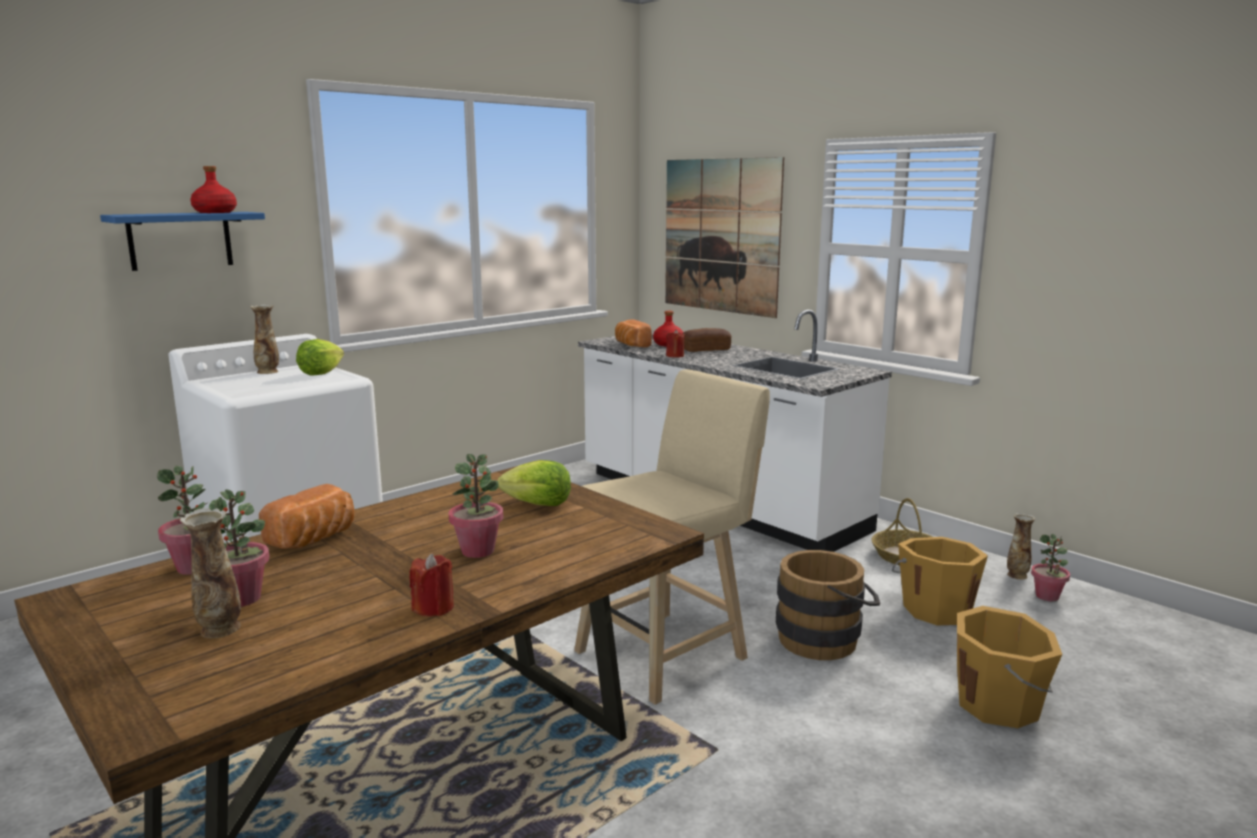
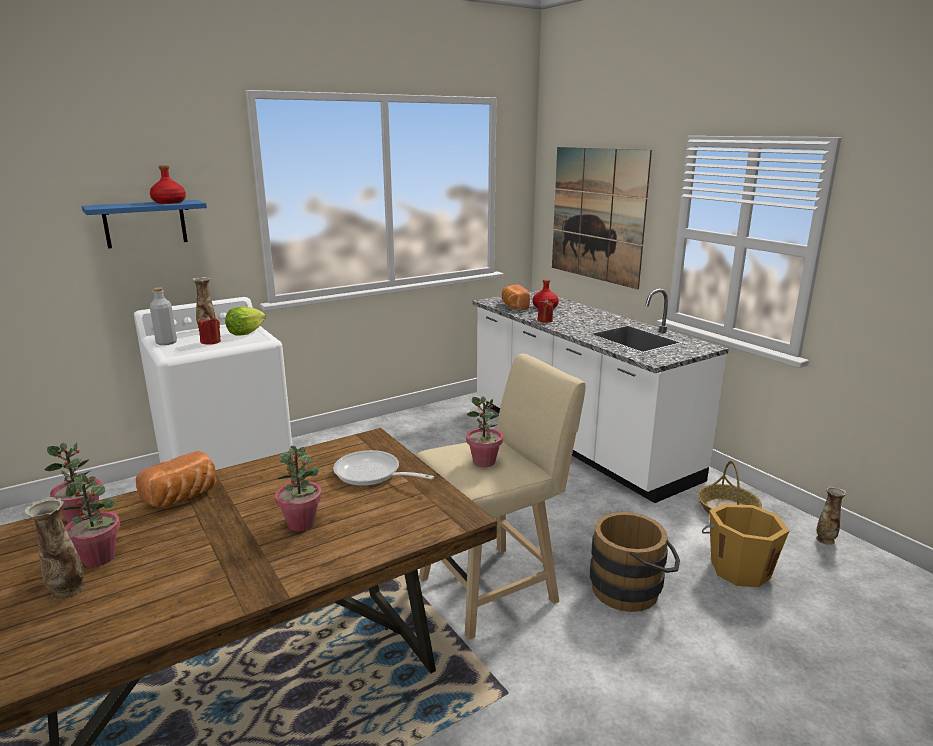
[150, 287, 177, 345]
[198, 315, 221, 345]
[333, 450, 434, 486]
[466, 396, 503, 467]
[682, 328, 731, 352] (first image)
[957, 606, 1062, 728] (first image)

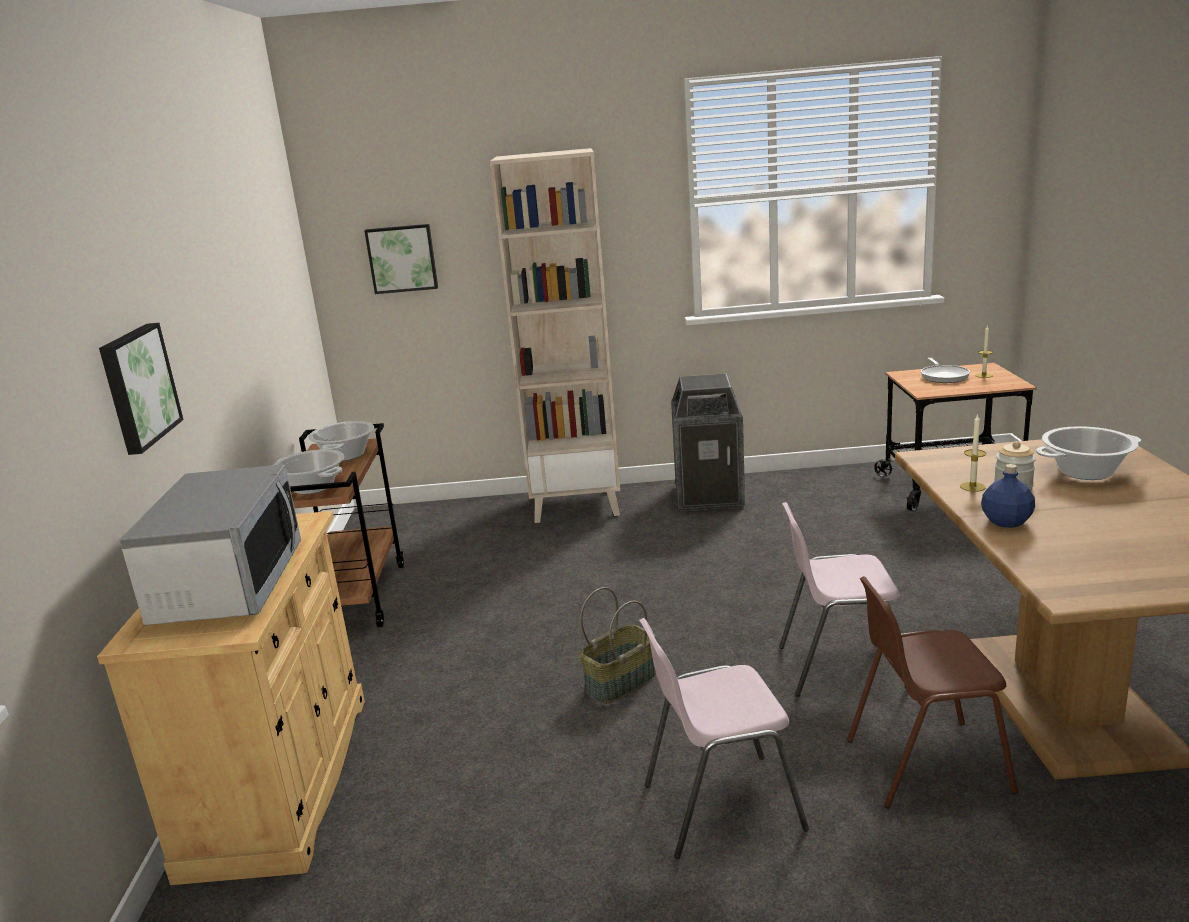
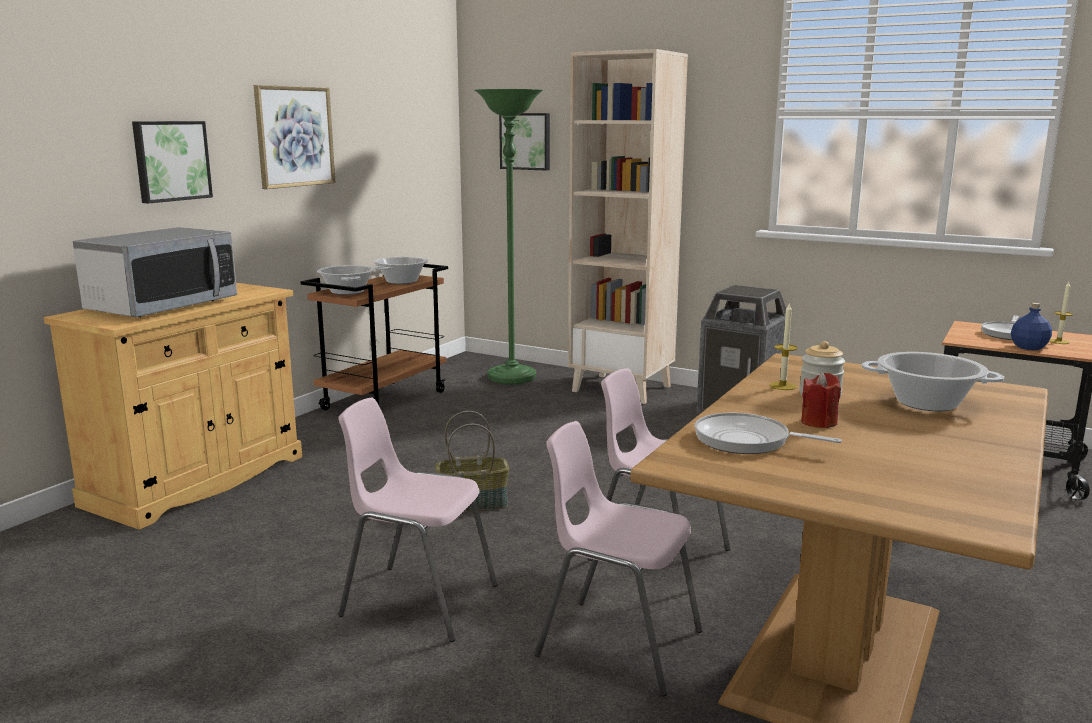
[254, 85, 336, 189]
[474, 89, 543, 385]
[535, 421, 702, 697]
[695, 413, 842, 454]
[801, 372, 841, 428]
[1011, 303, 1052, 350]

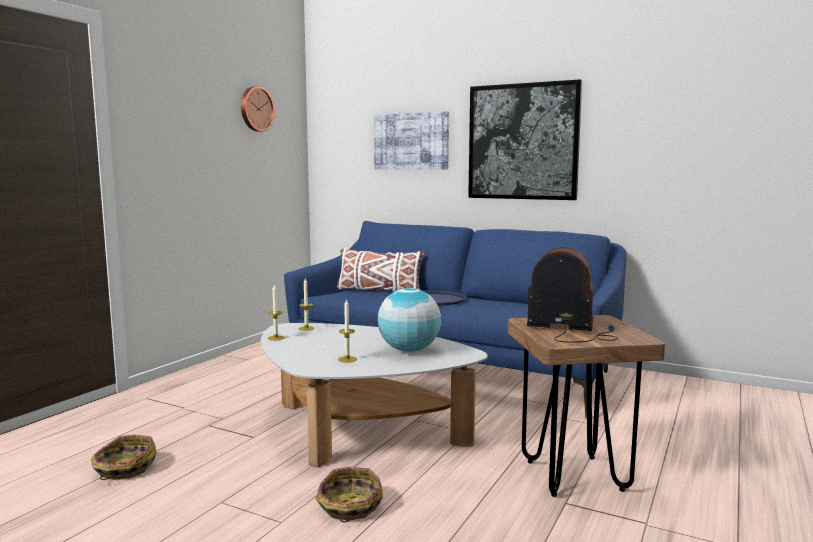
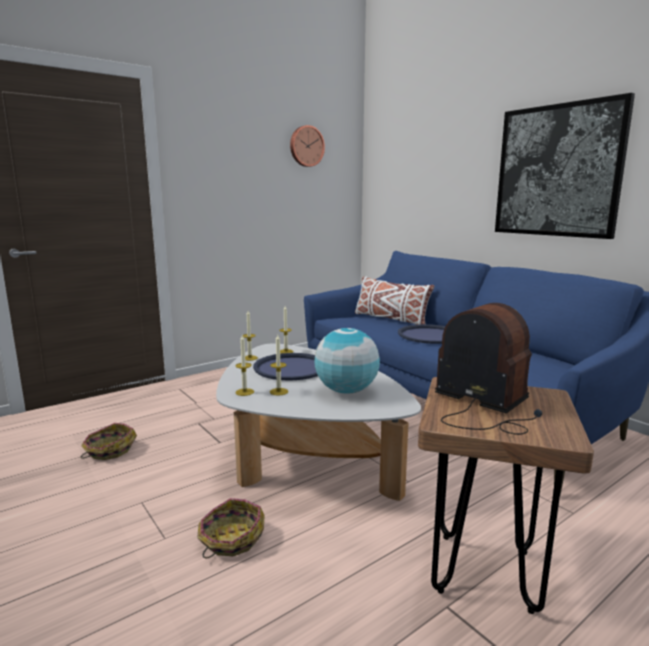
[235, 335, 254, 396]
[253, 353, 318, 380]
[374, 111, 449, 170] (first image)

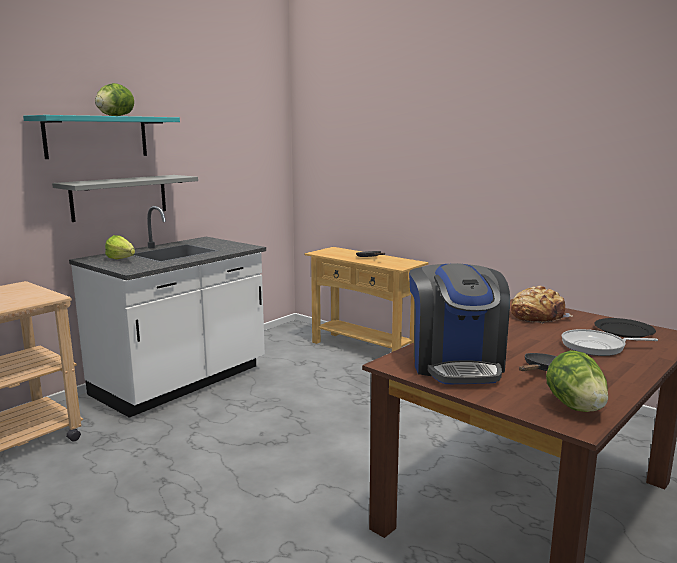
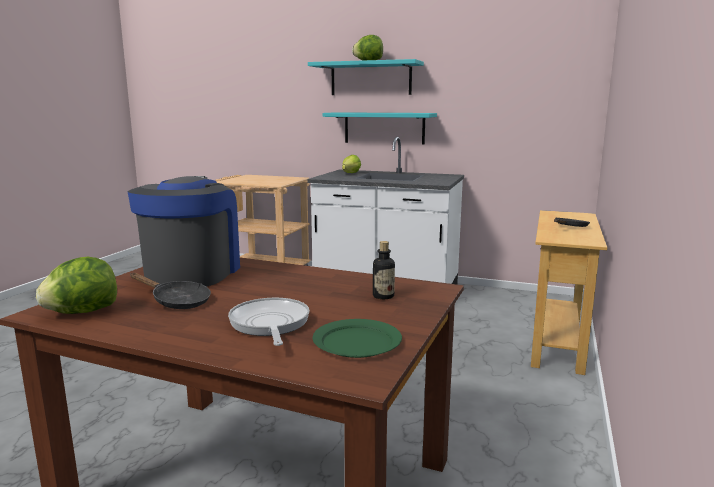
[127, 176, 240, 287]
[313, 319, 402, 358]
[322, 112, 437, 145]
[373, 241, 395, 299]

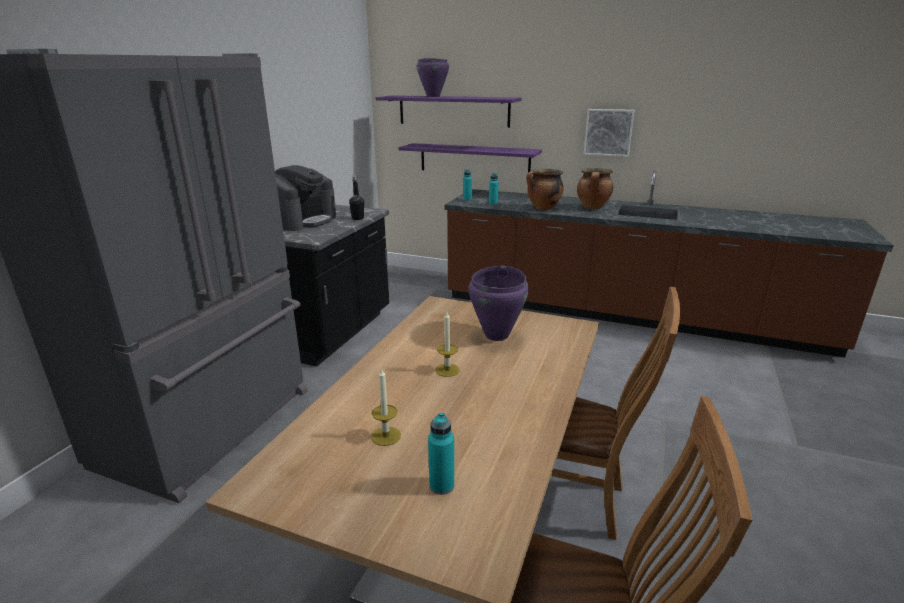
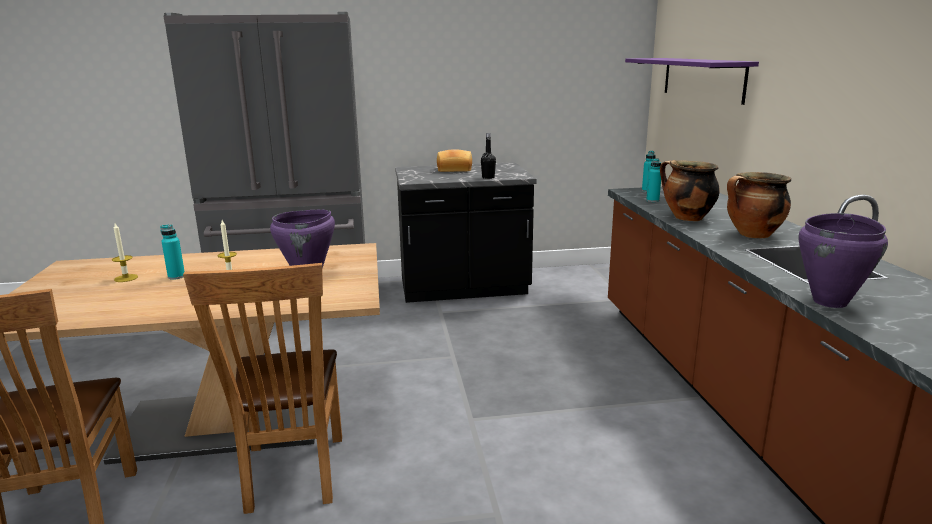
[160, 224, 185, 280]
[437, 149, 472, 172]
[799, 213, 888, 308]
[398, 143, 542, 173] (first image)
[584, 109, 635, 157] (first image)

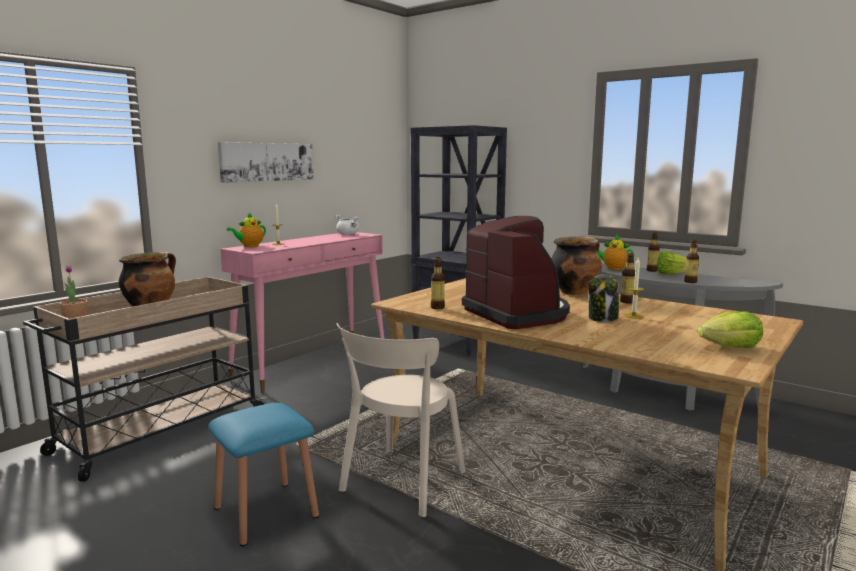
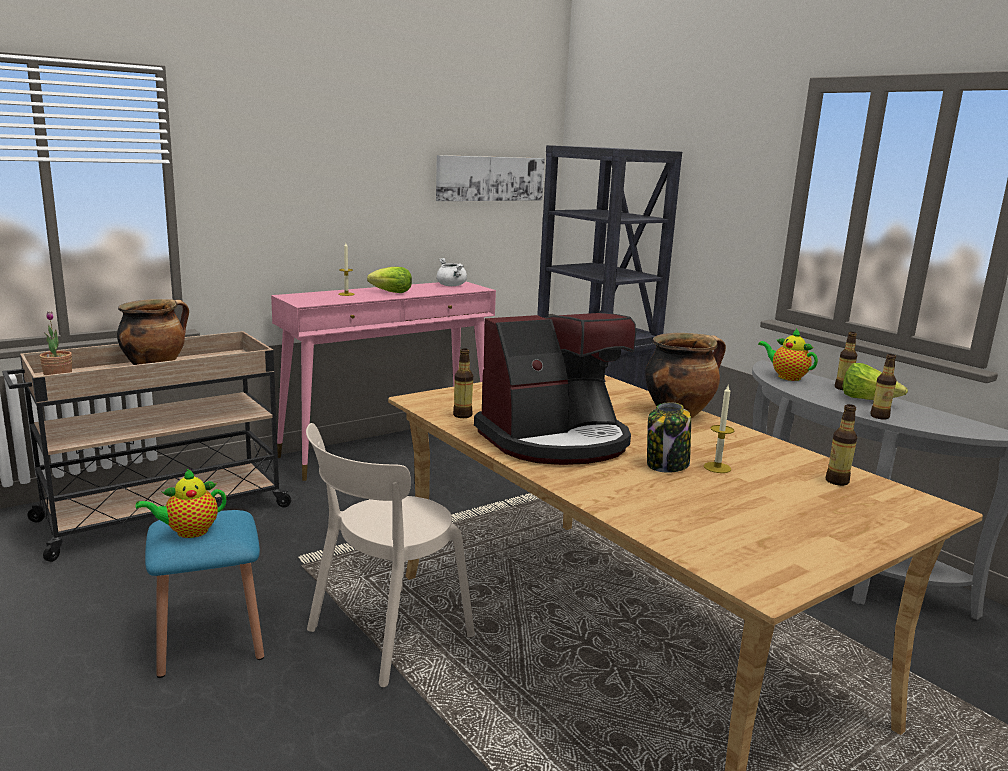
[136, 468, 227, 538]
[367, 267, 412, 293]
[436, 155, 545, 201]
[474, 313, 636, 465]
[826, 404, 857, 486]

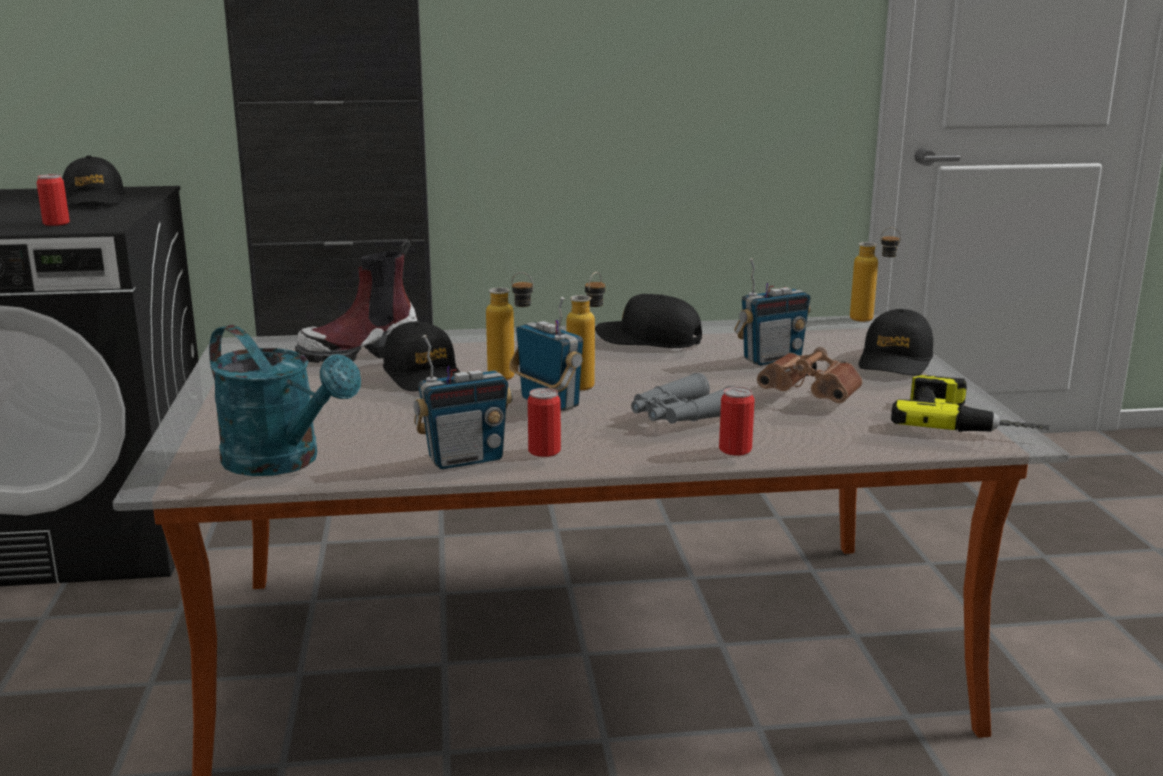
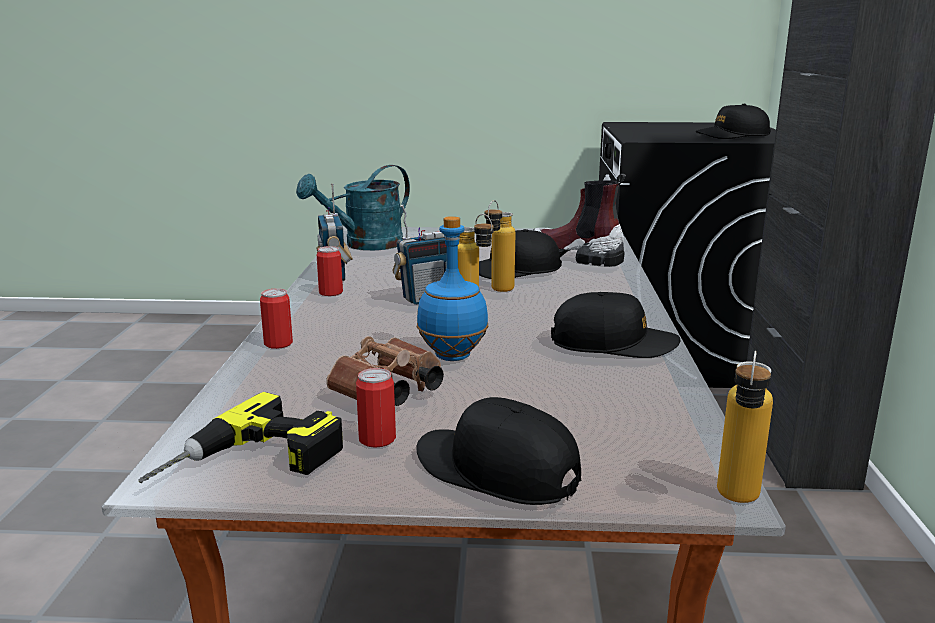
[356, 368, 396, 448]
[417, 216, 489, 361]
[534, 174, 626, 267]
[551, 292, 680, 358]
[631, 373, 735, 424] (first image)
[734, 258, 811, 366] (first image)

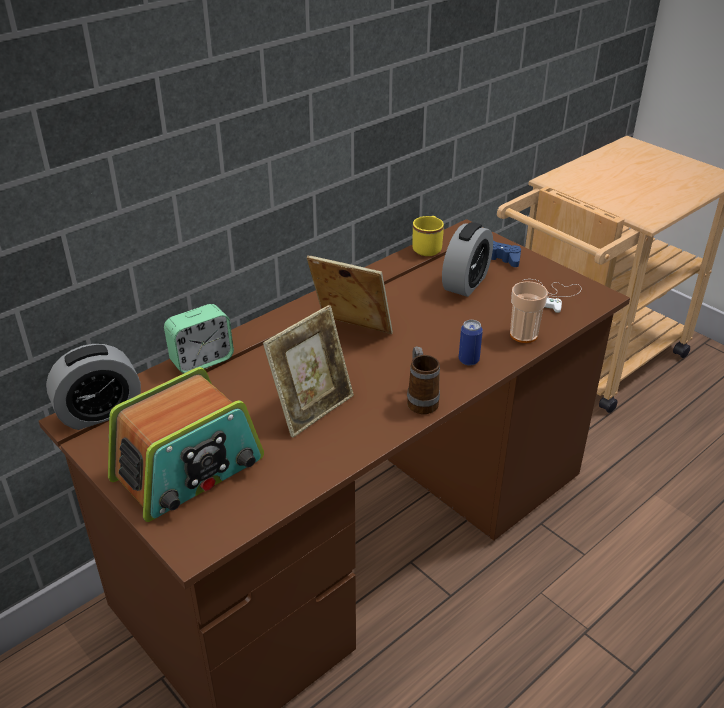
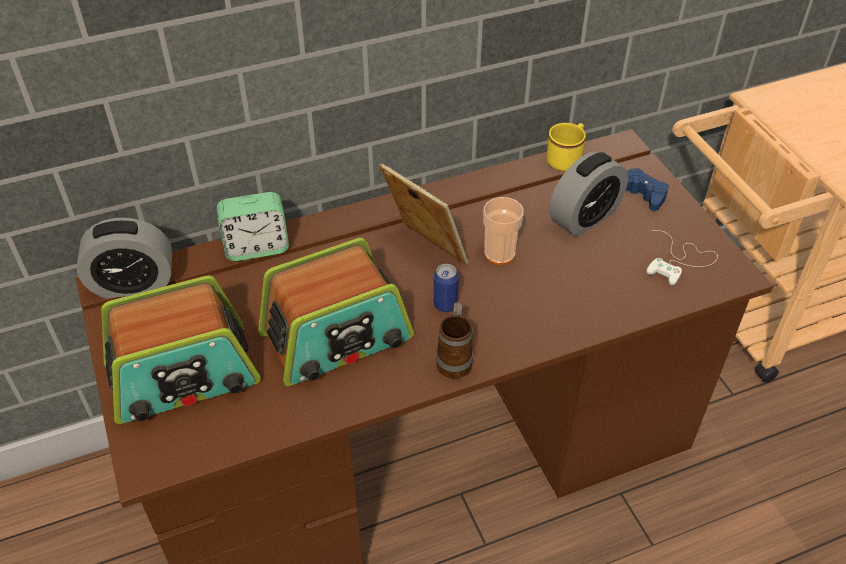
[258, 238, 414, 386]
[434, 264, 459, 313]
[483, 197, 524, 265]

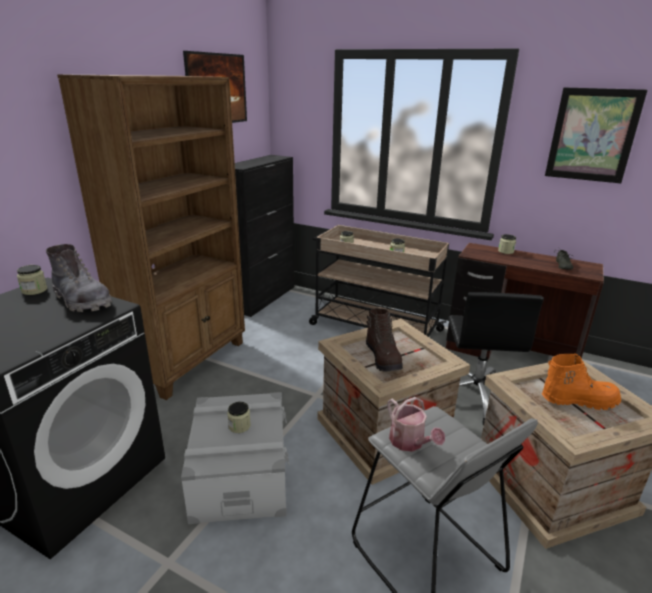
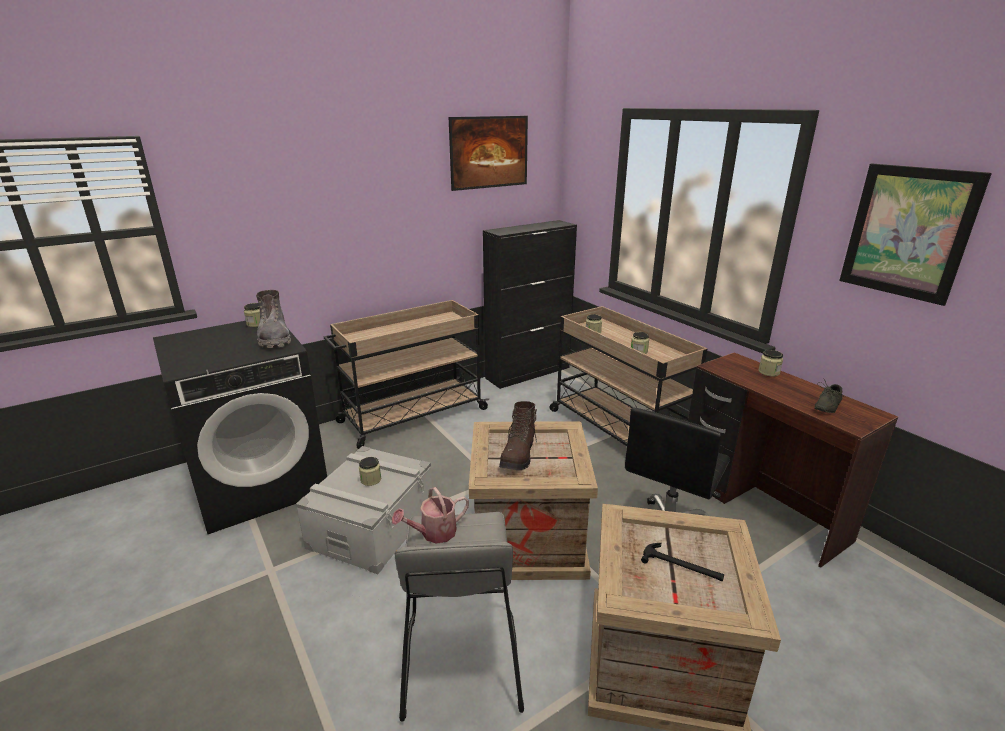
[323, 300, 489, 449]
[392, 487, 469, 543]
[641, 543, 724, 581]

